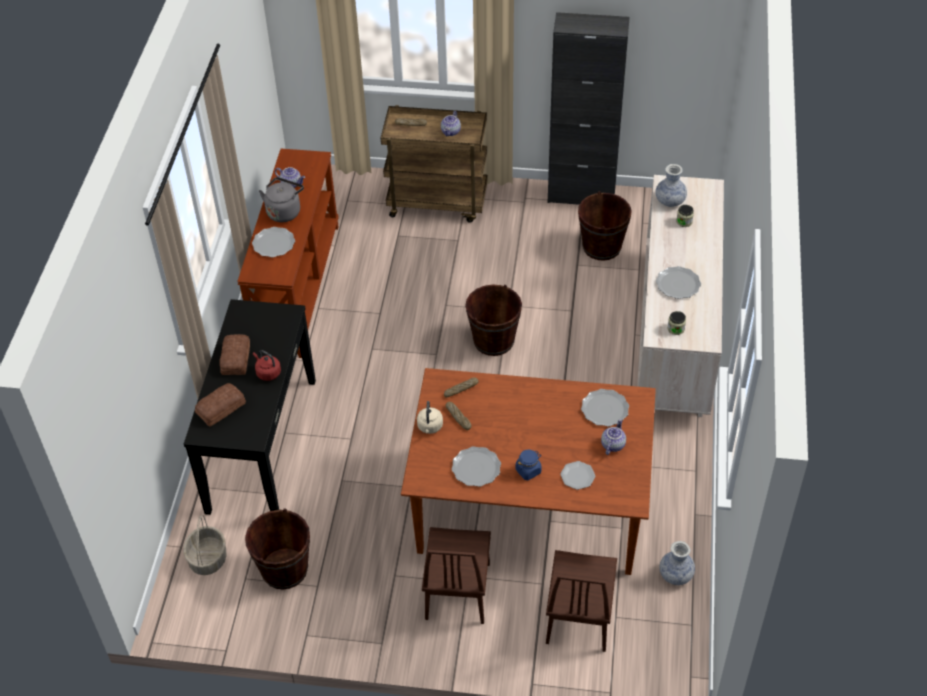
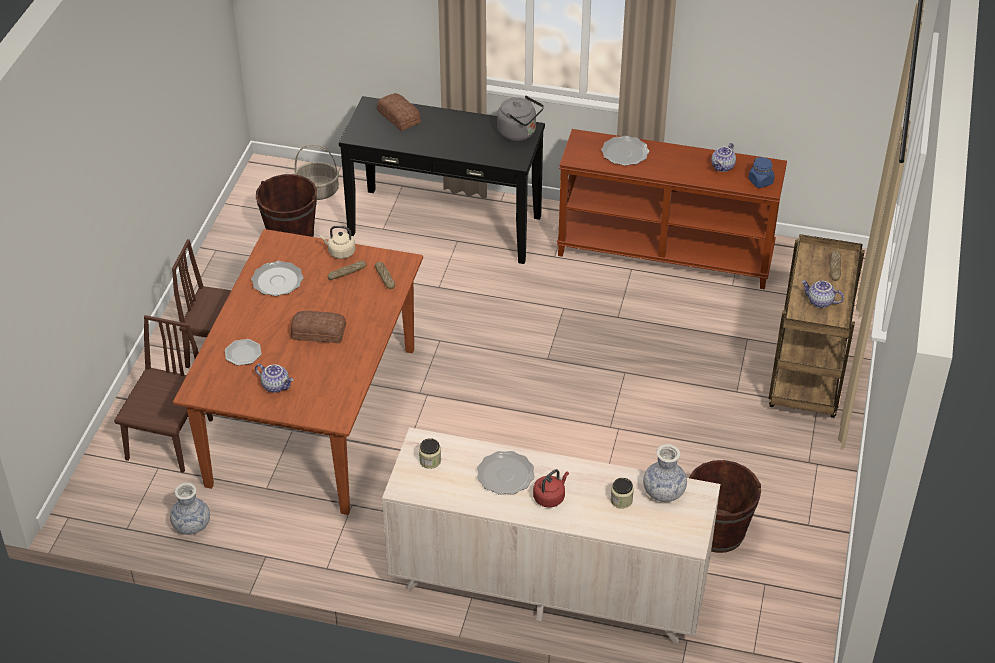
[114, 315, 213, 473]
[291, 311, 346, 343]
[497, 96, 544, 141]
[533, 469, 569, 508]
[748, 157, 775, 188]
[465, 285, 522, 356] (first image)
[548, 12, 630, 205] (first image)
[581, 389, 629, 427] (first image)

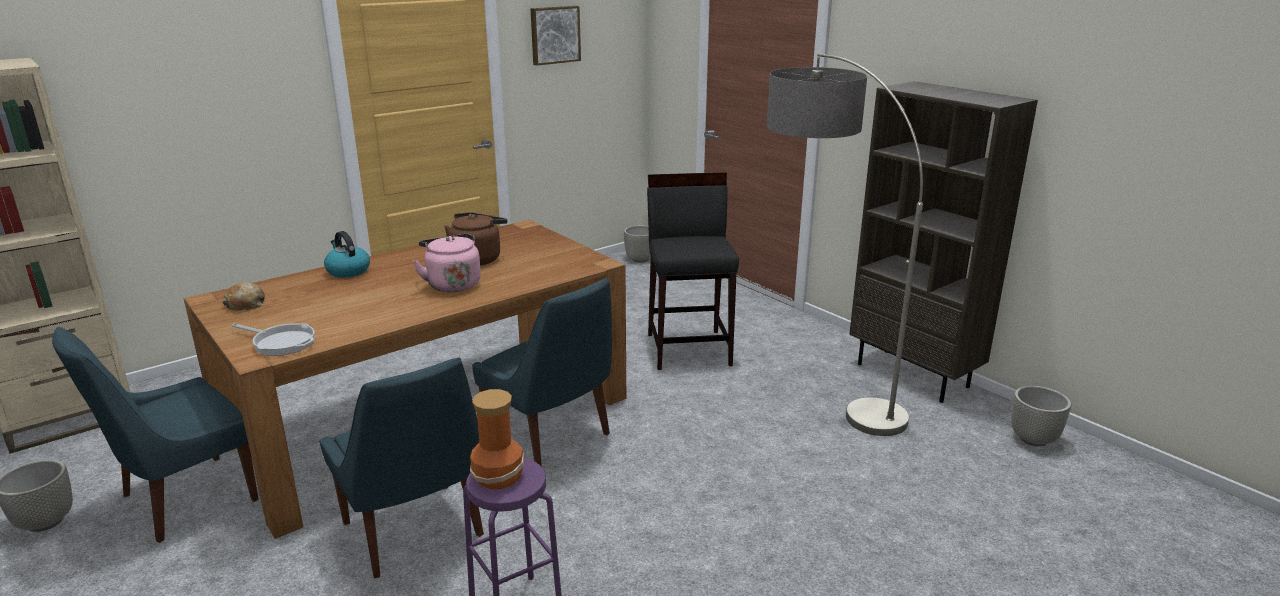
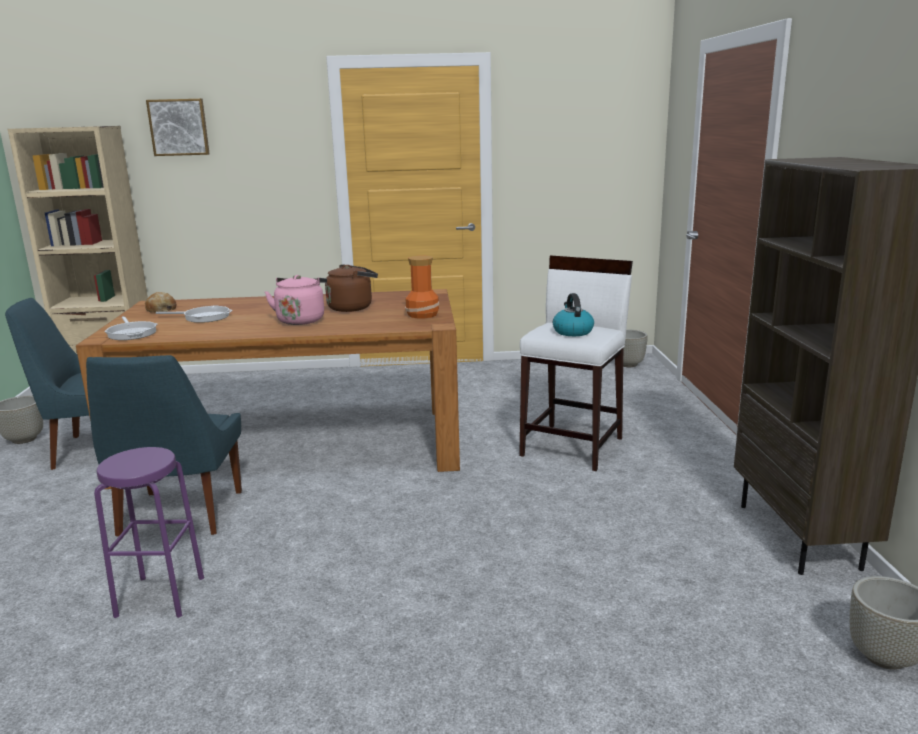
[146, 99, 210, 156]
[156, 305, 233, 323]
[405, 256, 440, 318]
[519, 256, 633, 471]
[553, 293, 594, 336]
[472, 278, 612, 467] (first image)
[767, 53, 923, 436] (first image)

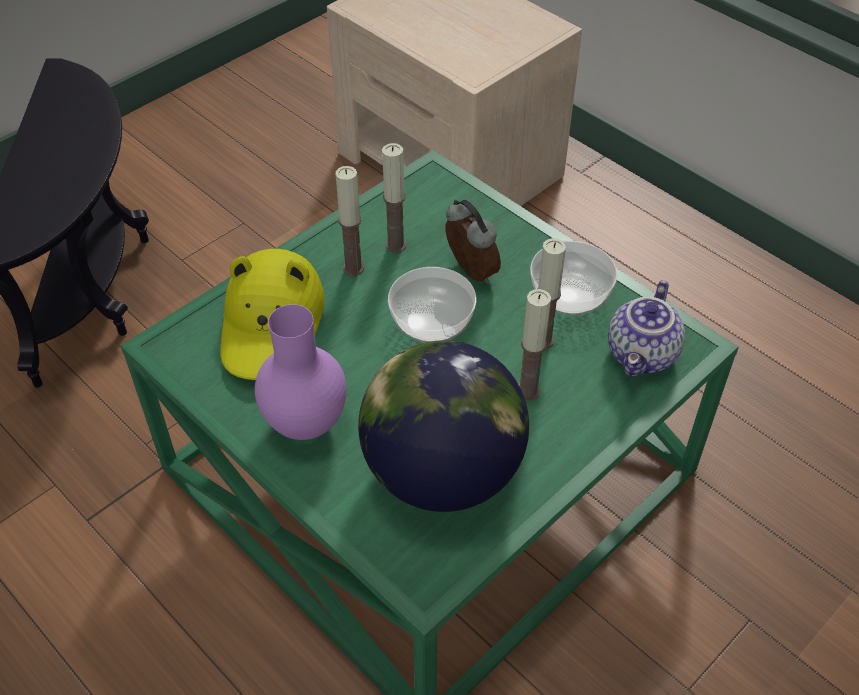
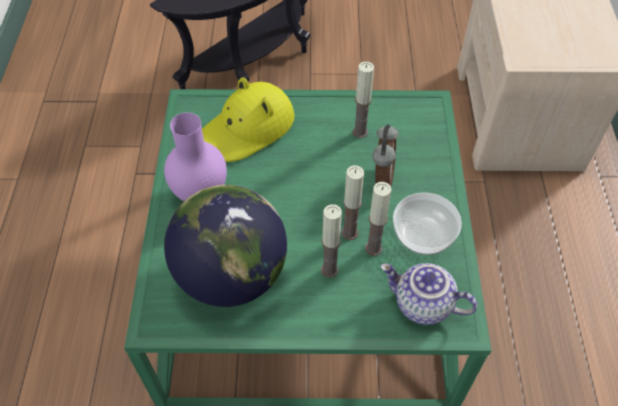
[341, 165, 364, 240]
[381, 263, 477, 325]
[388, 267, 476, 342] (first image)

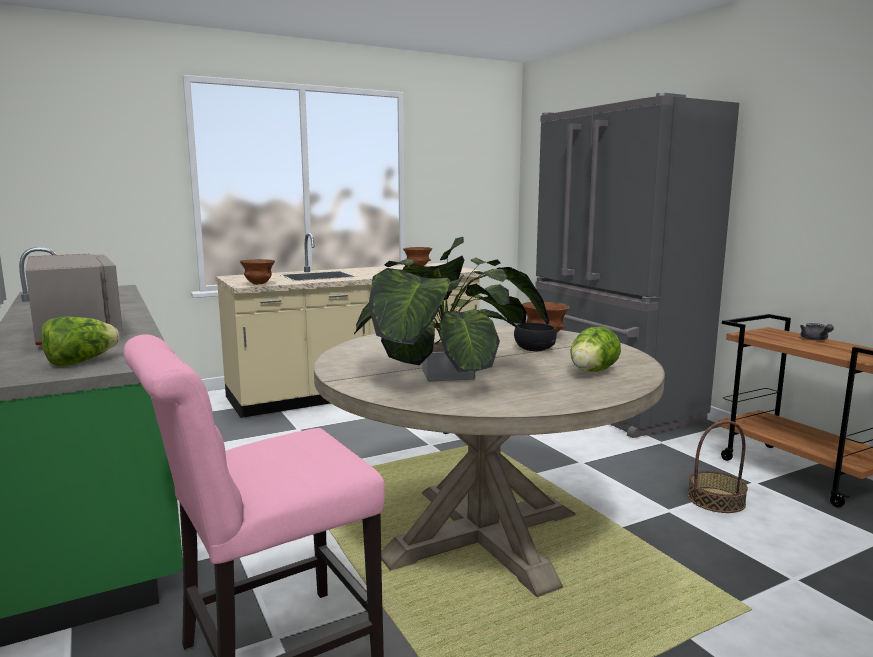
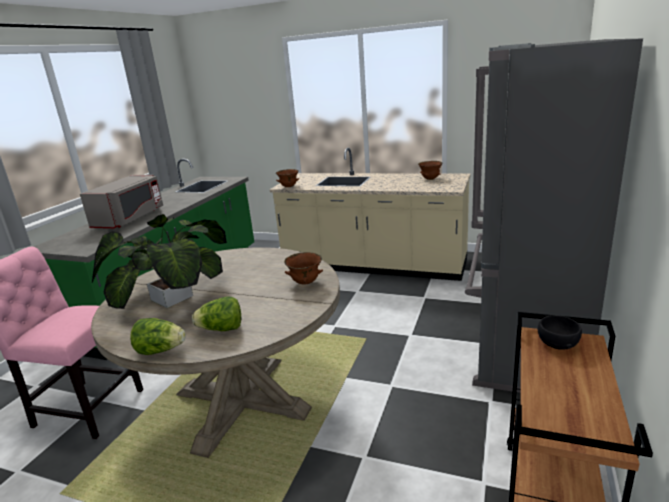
[130, 318, 186, 355]
[537, 315, 582, 350]
[688, 420, 748, 513] (first image)
[800, 323, 834, 340] (first image)

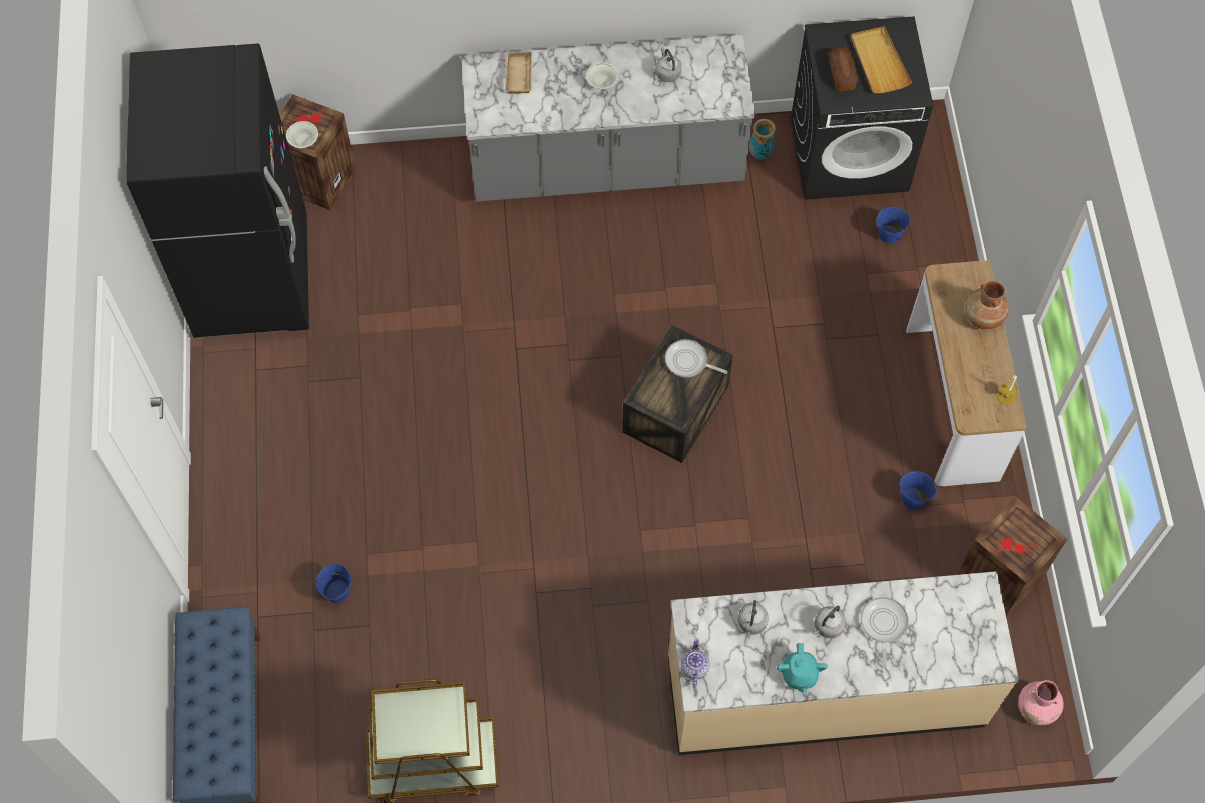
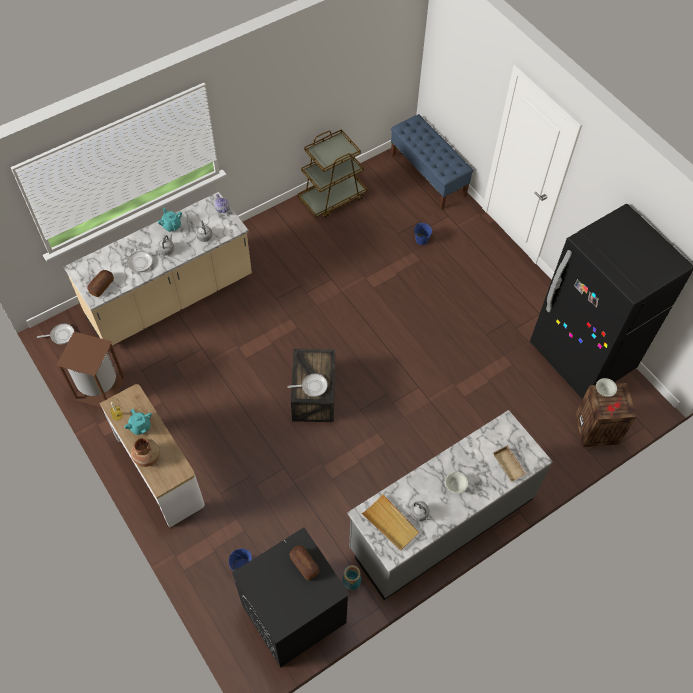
[37, 324, 74, 345]
[56, 332, 126, 408]
[87, 270, 114, 297]
[124, 409, 152, 435]
[361, 494, 419, 551]
[900, 471, 937, 510] (first image)

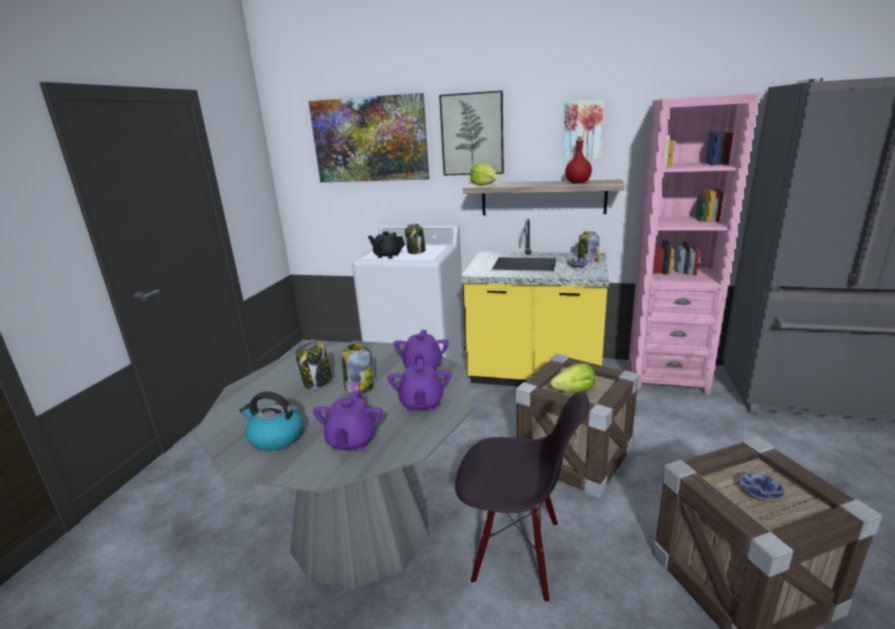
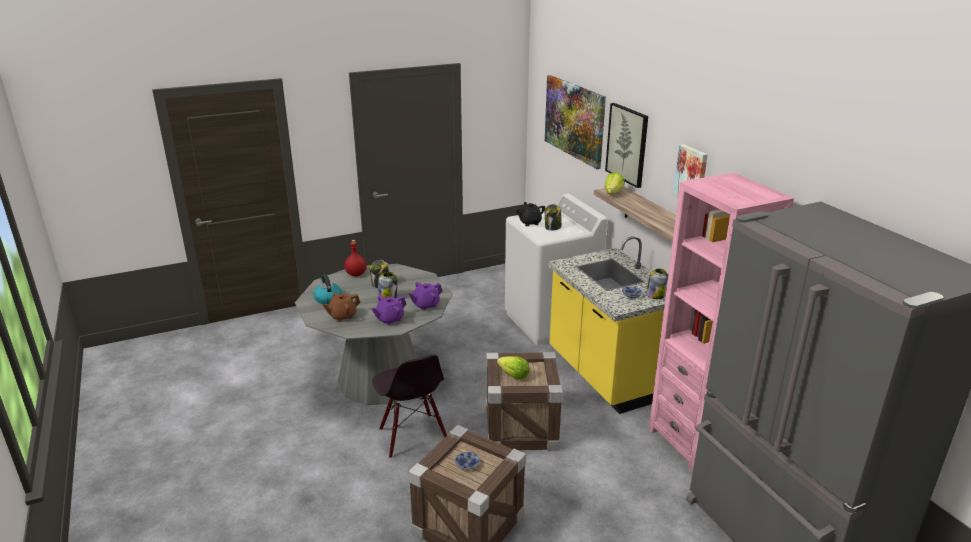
[322, 292, 360, 322]
[344, 240, 367, 276]

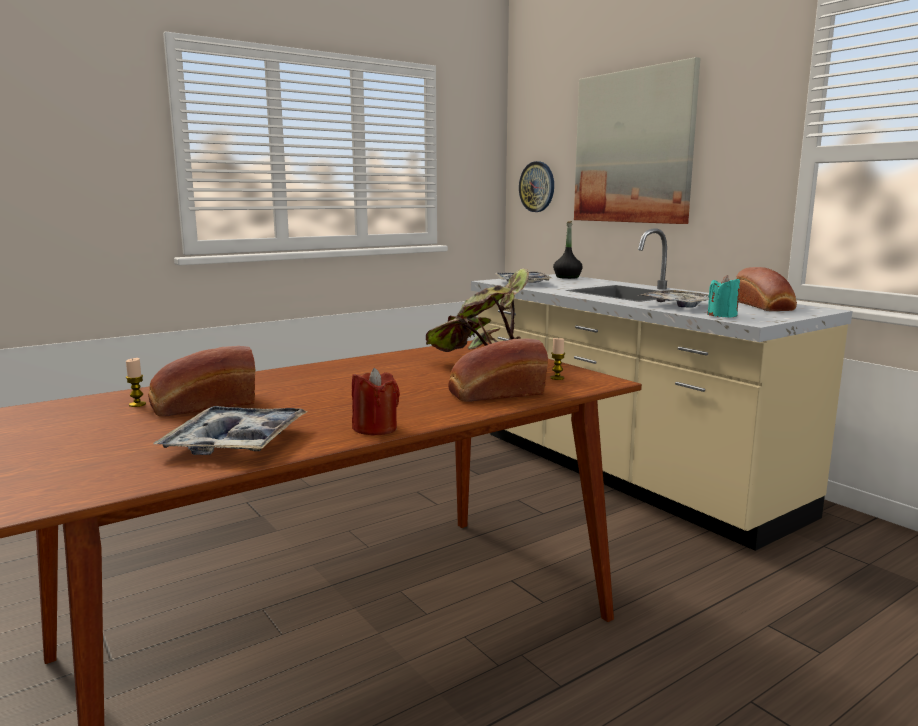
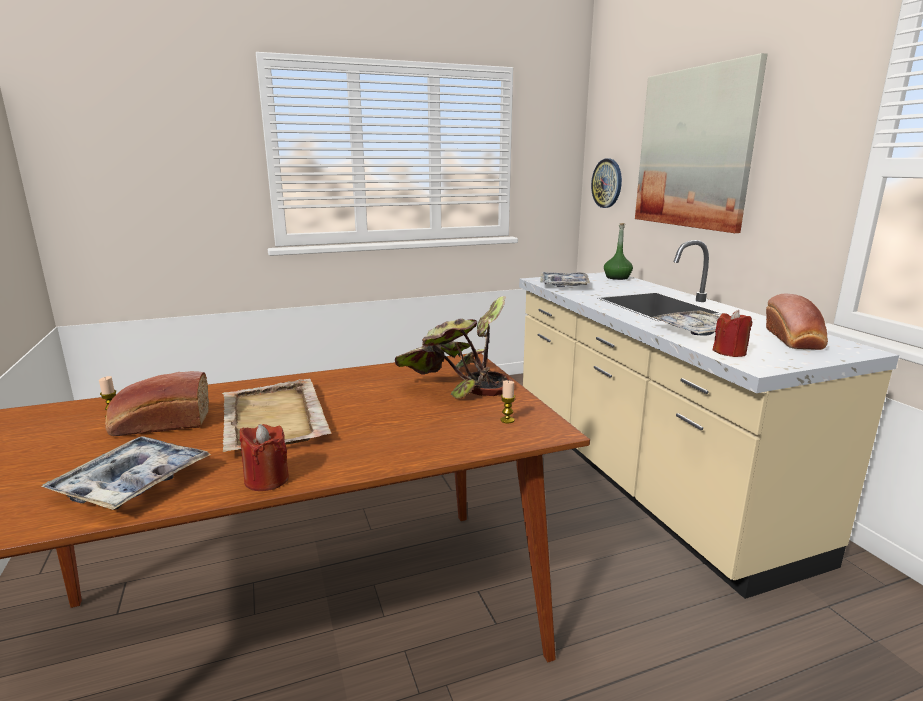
[222, 379, 331, 452]
[604, 223, 633, 280]
[713, 310, 752, 357]
[448, 339, 548, 402] (first image)

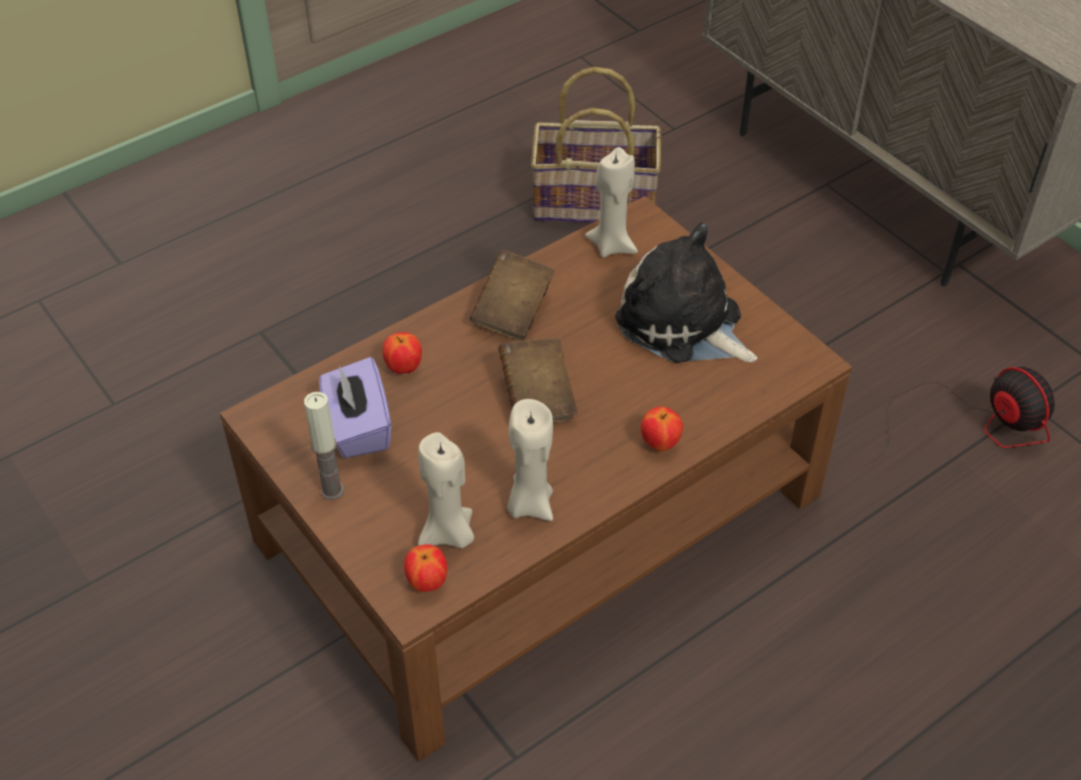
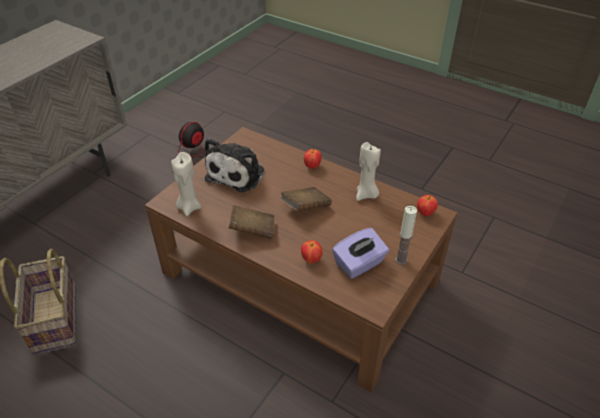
[418, 432, 474, 548] (first image)

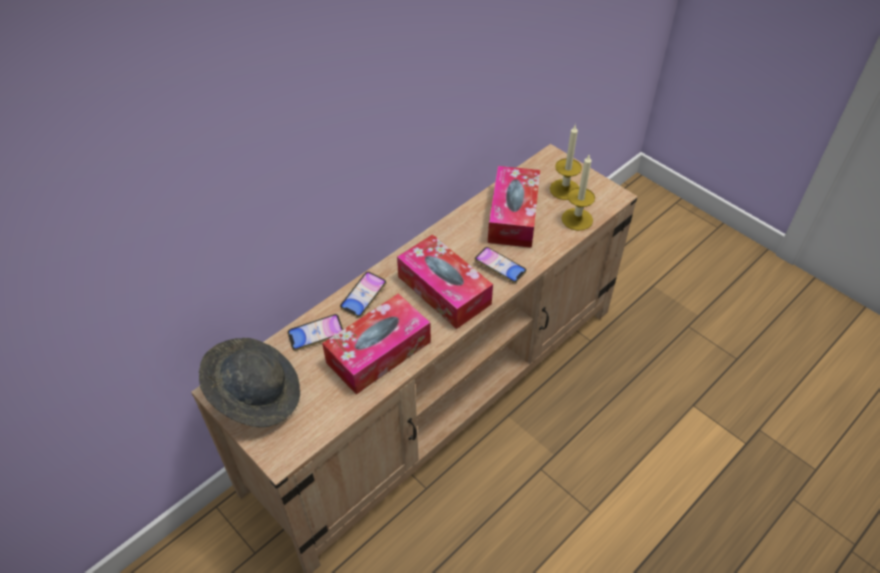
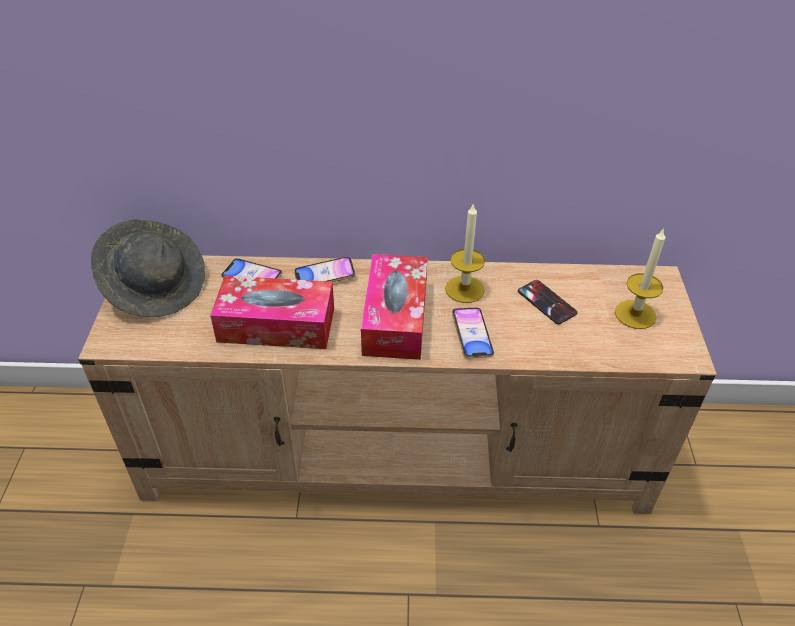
[445, 203, 485, 303]
[518, 280, 578, 324]

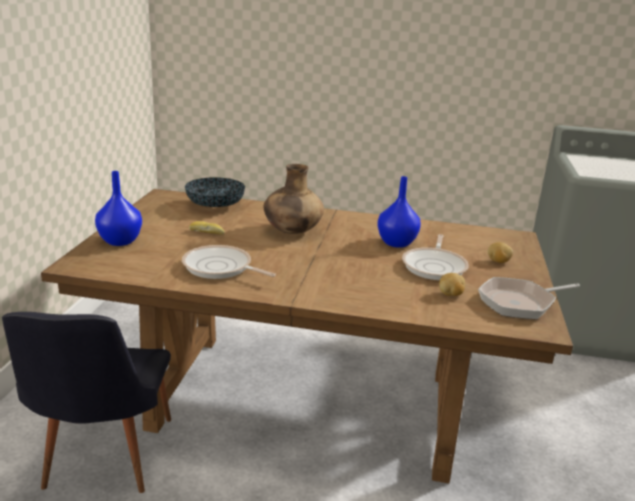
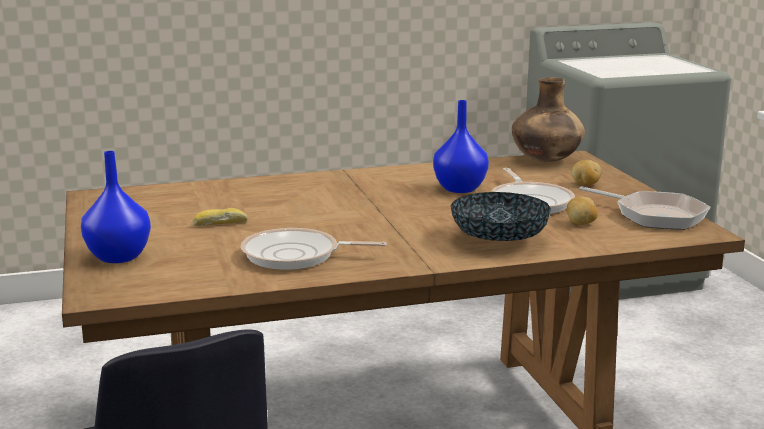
[451, 192, 551, 241]
[512, 78, 585, 162]
[579, 186, 711, 230]

